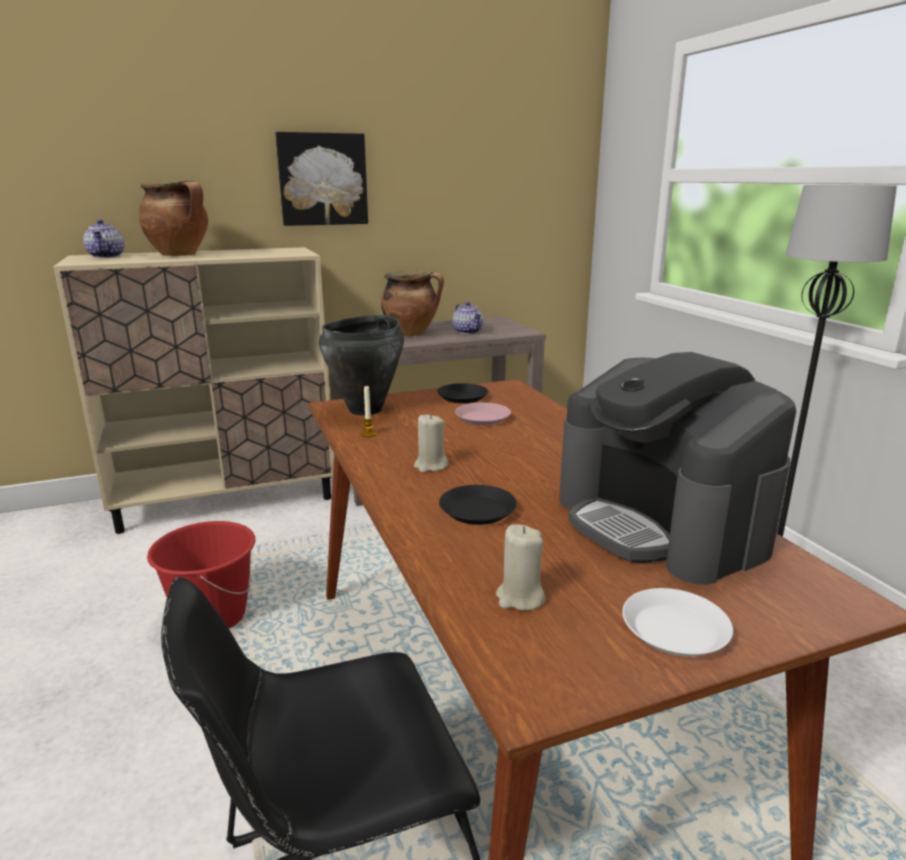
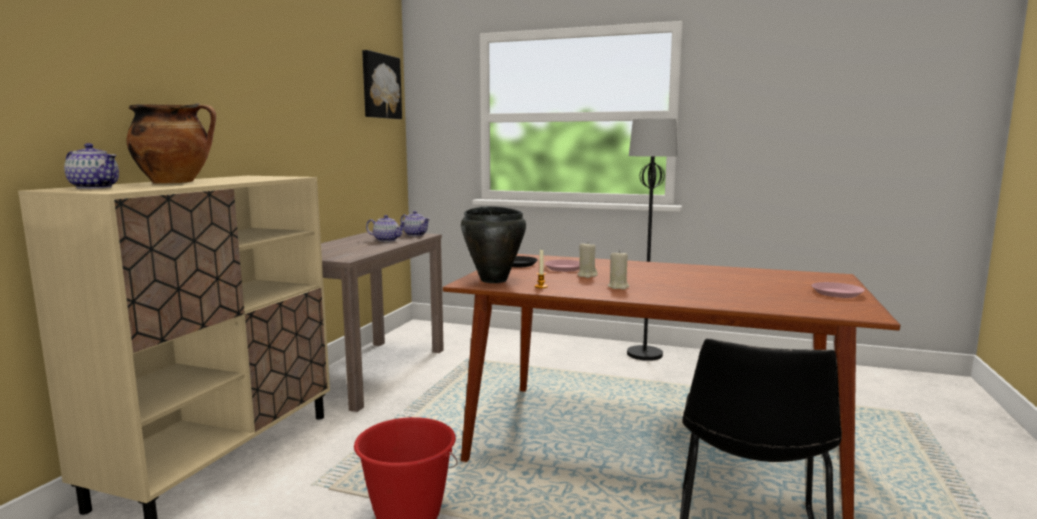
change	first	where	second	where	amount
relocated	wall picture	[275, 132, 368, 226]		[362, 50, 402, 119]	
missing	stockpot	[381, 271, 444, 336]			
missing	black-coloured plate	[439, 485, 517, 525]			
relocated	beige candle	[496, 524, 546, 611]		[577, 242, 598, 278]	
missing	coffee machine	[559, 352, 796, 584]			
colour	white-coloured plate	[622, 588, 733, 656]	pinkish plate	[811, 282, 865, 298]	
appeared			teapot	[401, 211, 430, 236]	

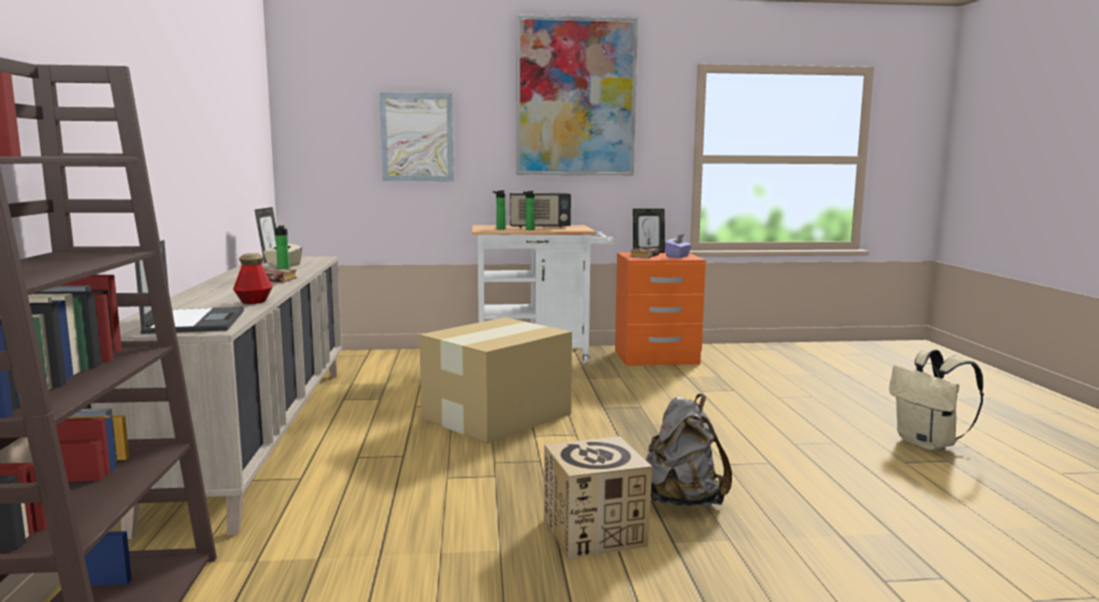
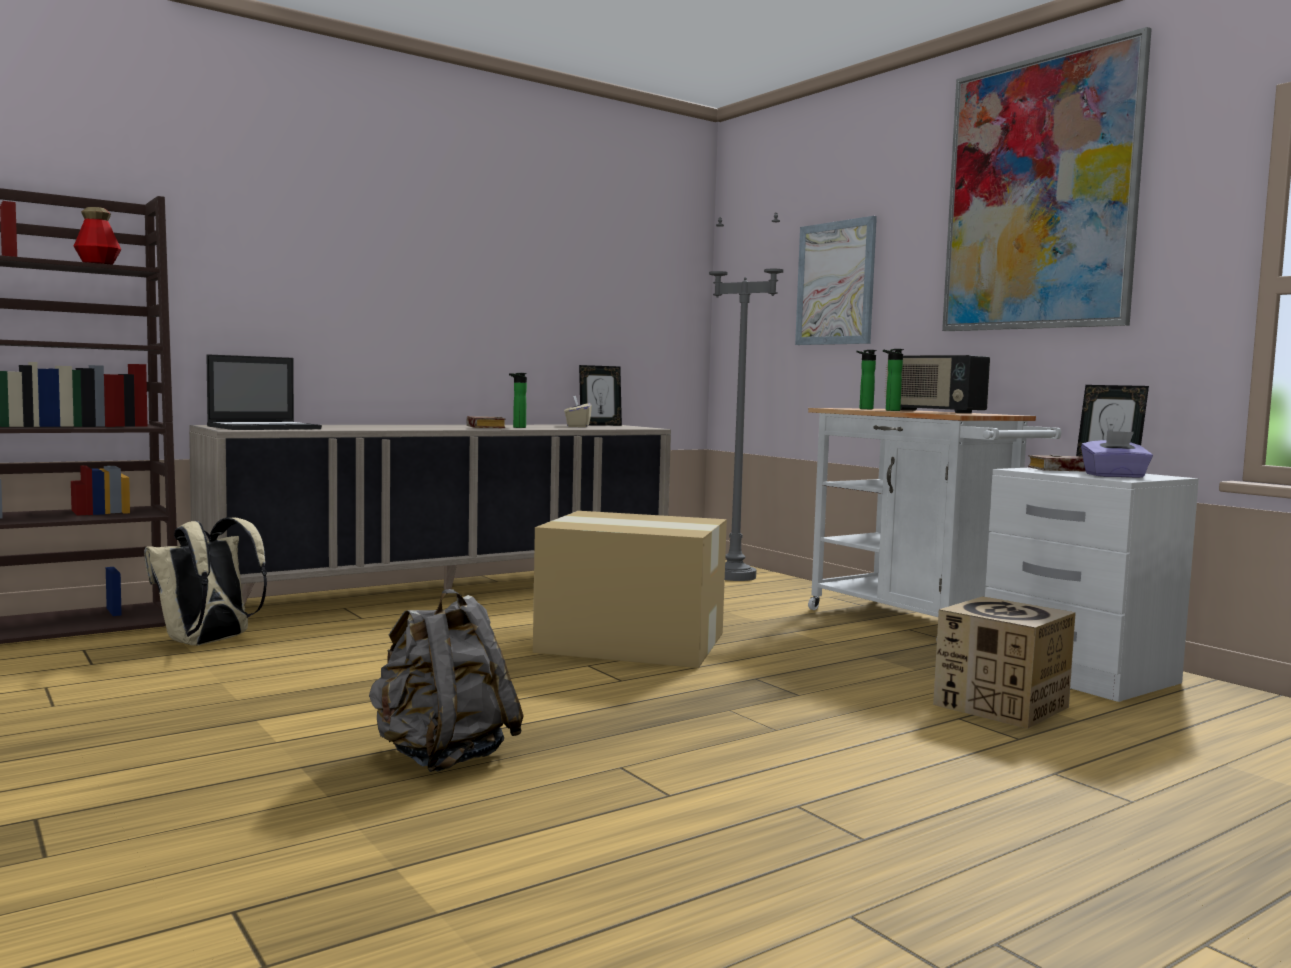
change	first	where	second	where	amount
relocated	bottle	[233, 253, 273, 304]		[74, 207, 121, 265]	
relocated	carton	[544, 436, 652, 559]		[933, 596, 1076, 729]	
colour	orange-coloured bedside table	[615, 252, 706, 366]	white-coloured bedside table	[985, 468, 1199, 702]	
relocated	beige backpack	[889, 349, 984, 451]		[144, 518, 267, 646]	
appeared			grey standard lamp	[709, 212, 784, 581]	

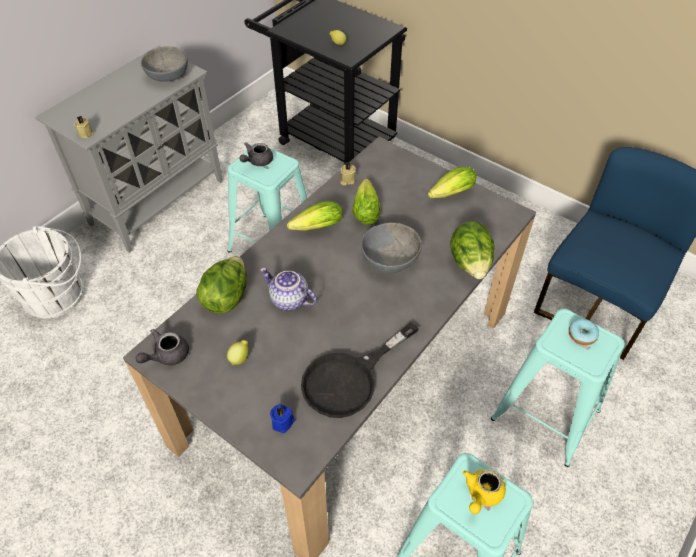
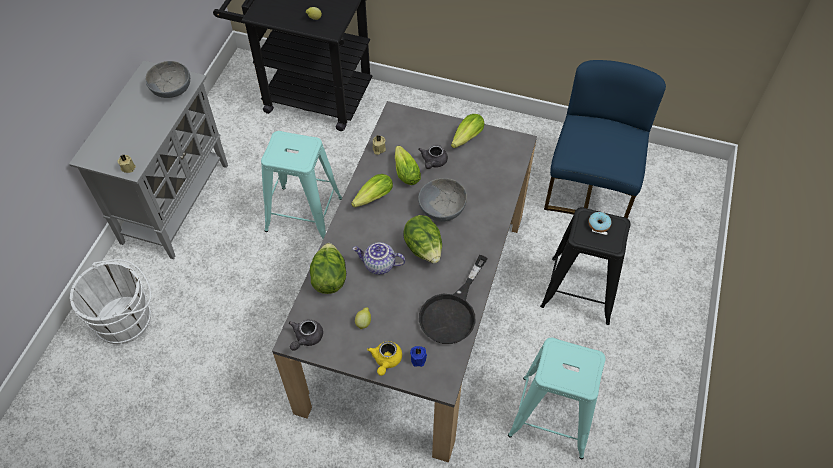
change	first	where	second	where	amount
relocated	grey teapot	[239, 142, 273, 166]		[418, 145, 448, 169]	
relocated	lettuce	[450, 221, 494, 279]		[403, 215, 442, 264]	
relocated	yellow teapot	[463, 469, 506, 514]		[367, 341, 402, 376]	
colour	turquoise-coloured sitting stool	[491, 309, 625, 467]	black-coloured sitting stool	[540, 207, 631, 325]	

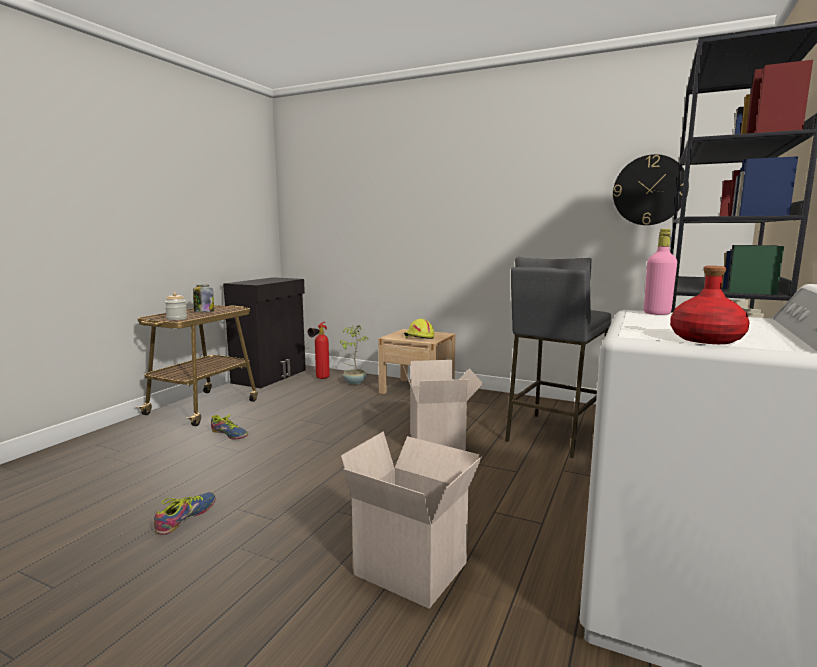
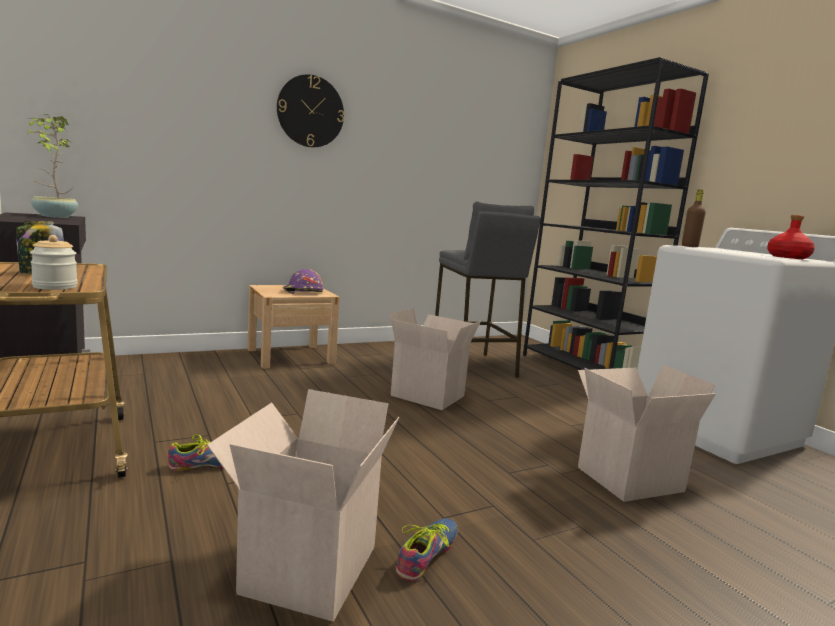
change	first	where	second	where	amount
spun	item of footwear	[154, 492, 216, 535]		[396, 518, 458, 581]	60 degrees clockwise
missing	fire-fighting cylinder	[308, 322, 330, 379]			
relocated	potted plant	[340, 326, 368, 384]		[27, 114, 78, 218]	
colour	yellow safety helmet	[404, 319, 434, 339]	purplish safety helmet	[282, 269, 323, 294]	
relocated	wall clock	[613, 154, 689, 225]		[277, 74, 344, 147]	
colour	pinkish bottle	[644, 229, 677, 315]	brownish bottle	[682, 189, 706, 247]	
appeared			carton	[207, 389, 399, 622]	

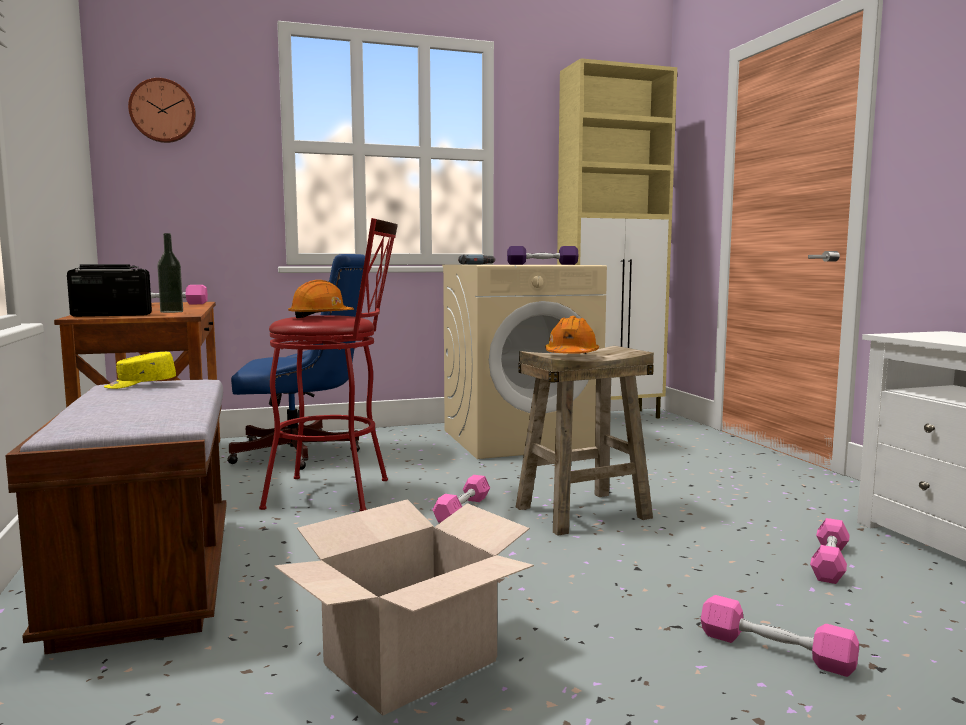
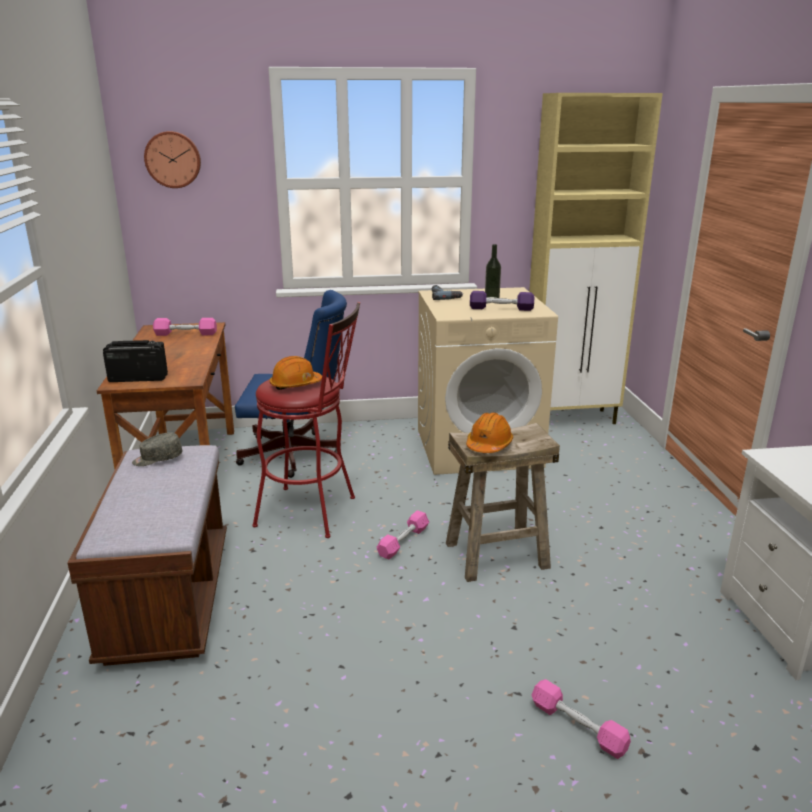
change	first	where	second	where	amount
colour	yellow cap	[104, 352, 176, 389]	grey cap	[132, 432, 182, 466]	
relocated	bottle	[157, 233, 183, 313]		[485, 244, 501, 299]	
missing	carton	[274, 499, 534, 716]			
missing	pinkish dumbbell	[810, 518, 850, 584]			

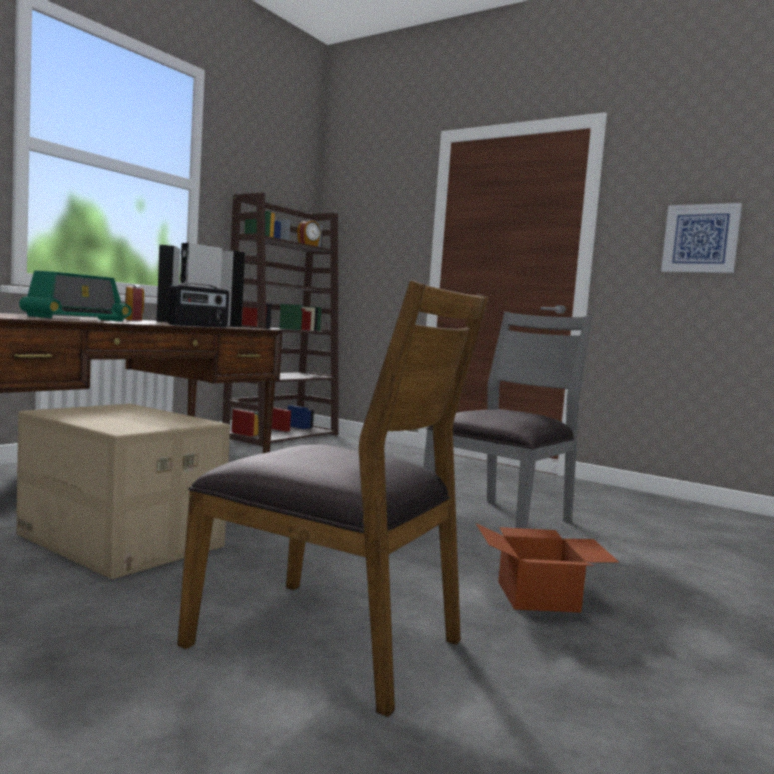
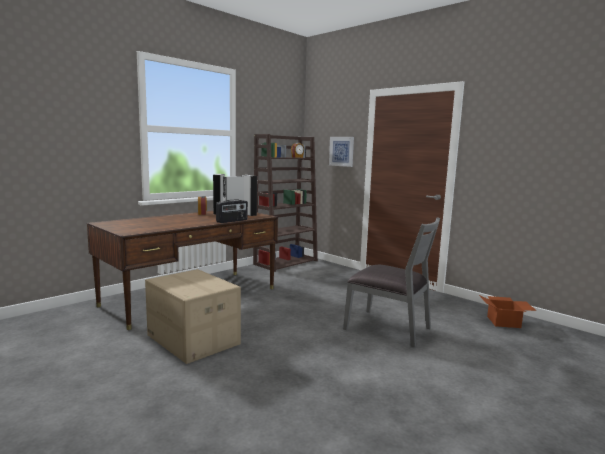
change	first	where	second	where	amount
missing	radio	[19, 270, 132, 322]			
missing	brownish upright chair	[177, 280, 489, 717]			
spun	grey upright chair	[423, 312, 592, 529]		[343, 217, 440, 348]	75 degrees clockwise
relocated	carton	[475, 523, 619, 613]		[479, 295, 537, 328]	
relocated	wall picture	[661, 203, 742, 273]		[329, 137, 354, 167]	

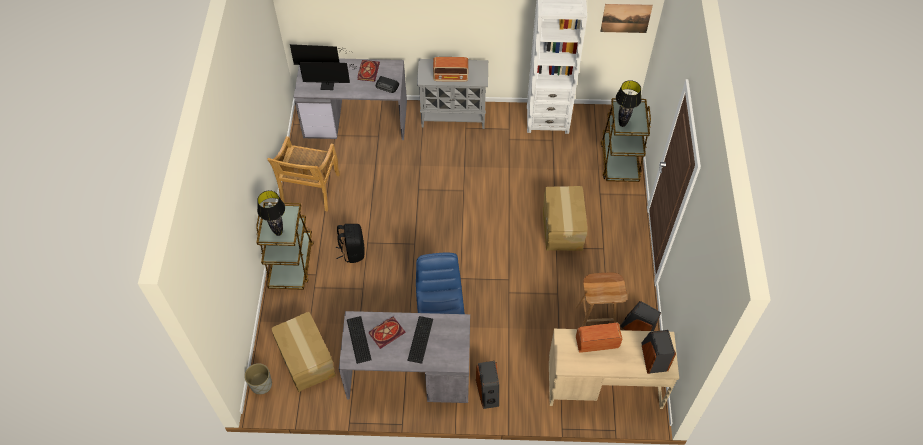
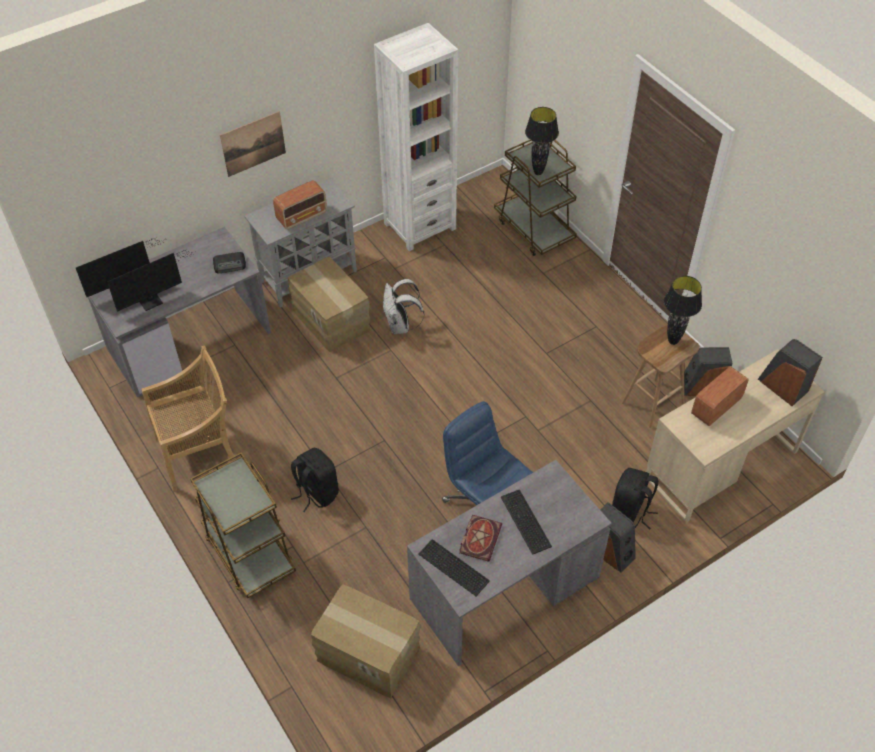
change	first	where	second	where	amount
missing	grey flower pot	[244, 363, 272, 394]			
relocated	black-coloured tabletop lamp	[257, 191, 285, 236]		[664, 276, 702, 345]	
spun	beige upright chair	[267, 136, 340, 211]		[142, 346, 236, 492]	90 degrees counterclockwise
missing	book	[358, 60, 380, 82]			
relocated	carton	[543, 186, 587, 251]		[288, 257, 371, 352]	
relocated	wall picture	[600, 4, 653, 33]		[220, 111, 286, 177]	
appeared			white-coloured backpack	[383, 279, 424, 334]	
appeared			black-coloured backpack	[612, 468, 659, 529]	

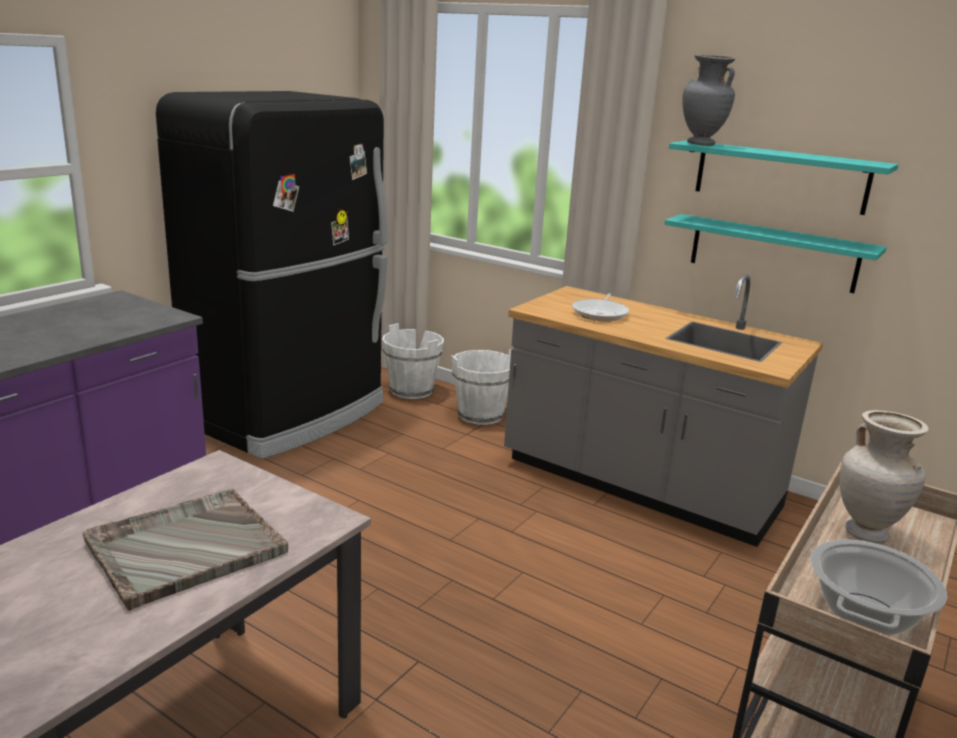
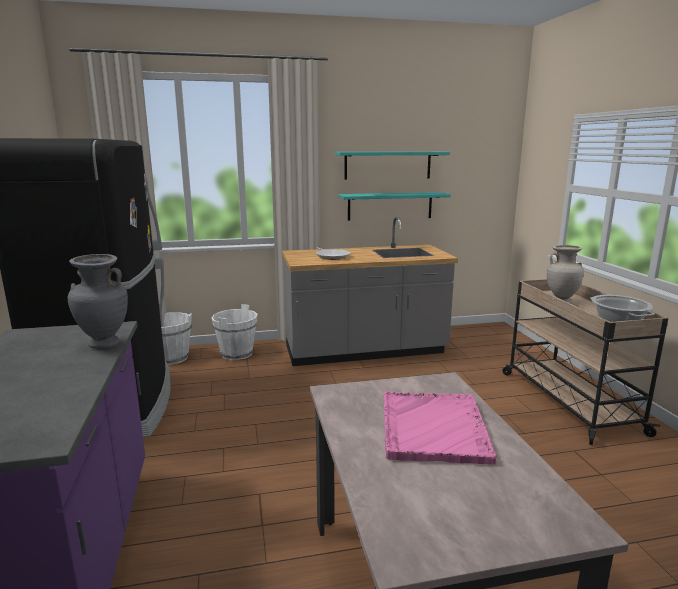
change	first	where	second	where	amount
colour	grey carrying tray	[83, 489, 288, 611]	pinkish carrying tray	[383, 392, 497, 464]	
relocated	grey vase	[682, 55, 736, 146]		[68, 254, 128, 349]	

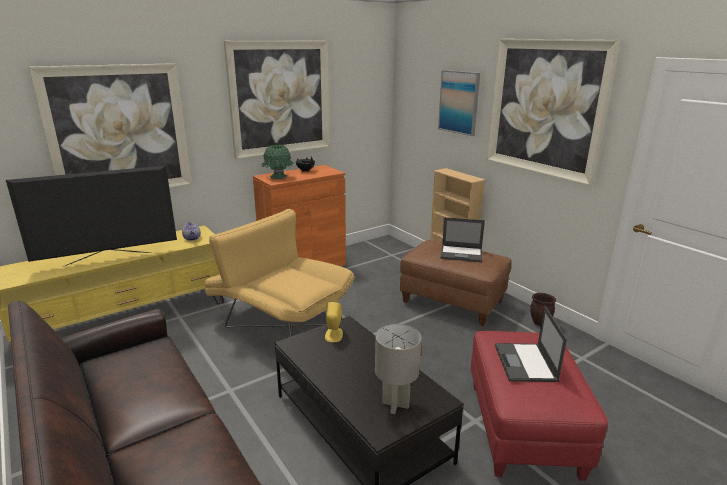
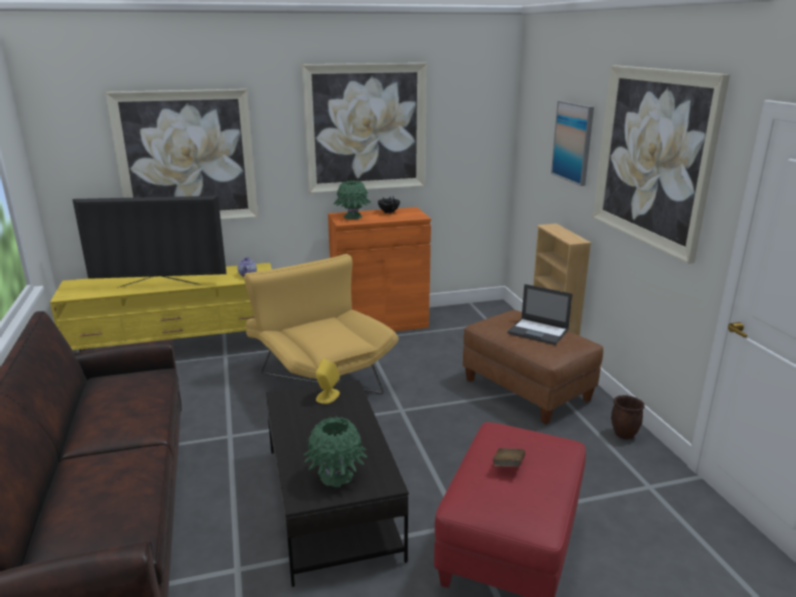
change	first	where	second	where	amount
exchanged	grey tabletop lamp	[375, 324, 422, 414]	green vase	[304, 416, 368, 487]	
exchanged	laptop	[495, 306, 567, 382]	brownish book	[492, 448, 525, 467]	

